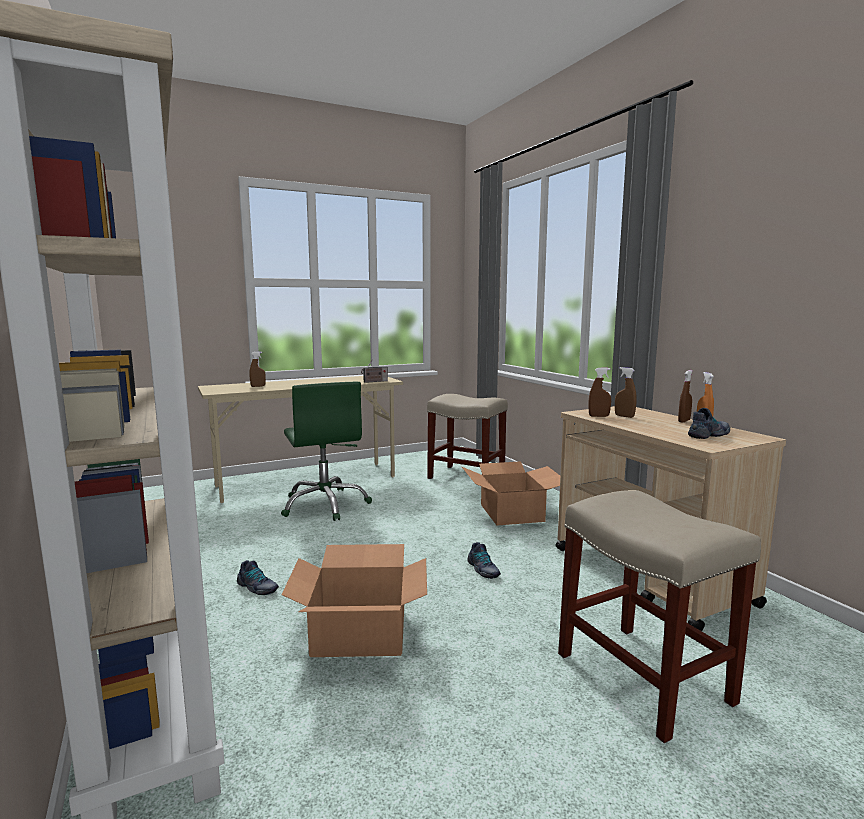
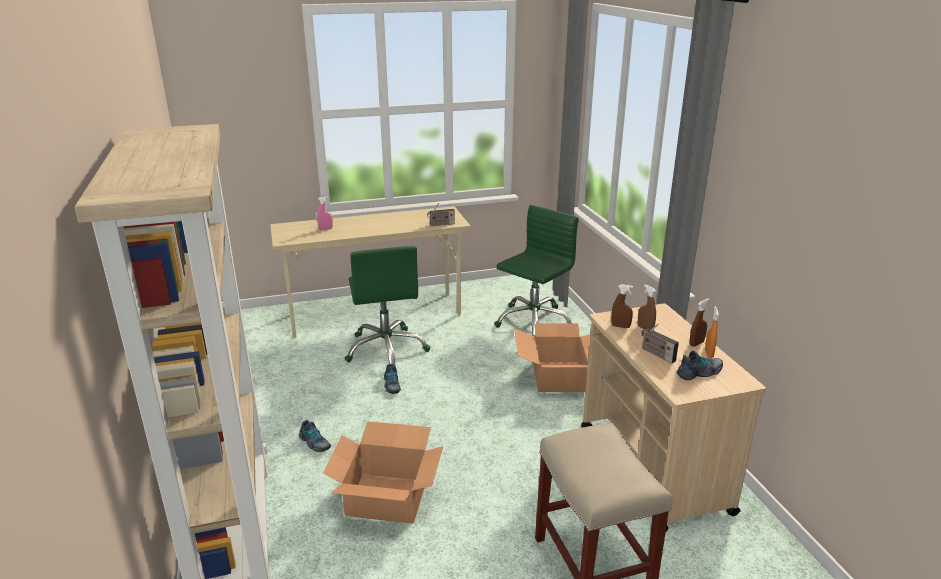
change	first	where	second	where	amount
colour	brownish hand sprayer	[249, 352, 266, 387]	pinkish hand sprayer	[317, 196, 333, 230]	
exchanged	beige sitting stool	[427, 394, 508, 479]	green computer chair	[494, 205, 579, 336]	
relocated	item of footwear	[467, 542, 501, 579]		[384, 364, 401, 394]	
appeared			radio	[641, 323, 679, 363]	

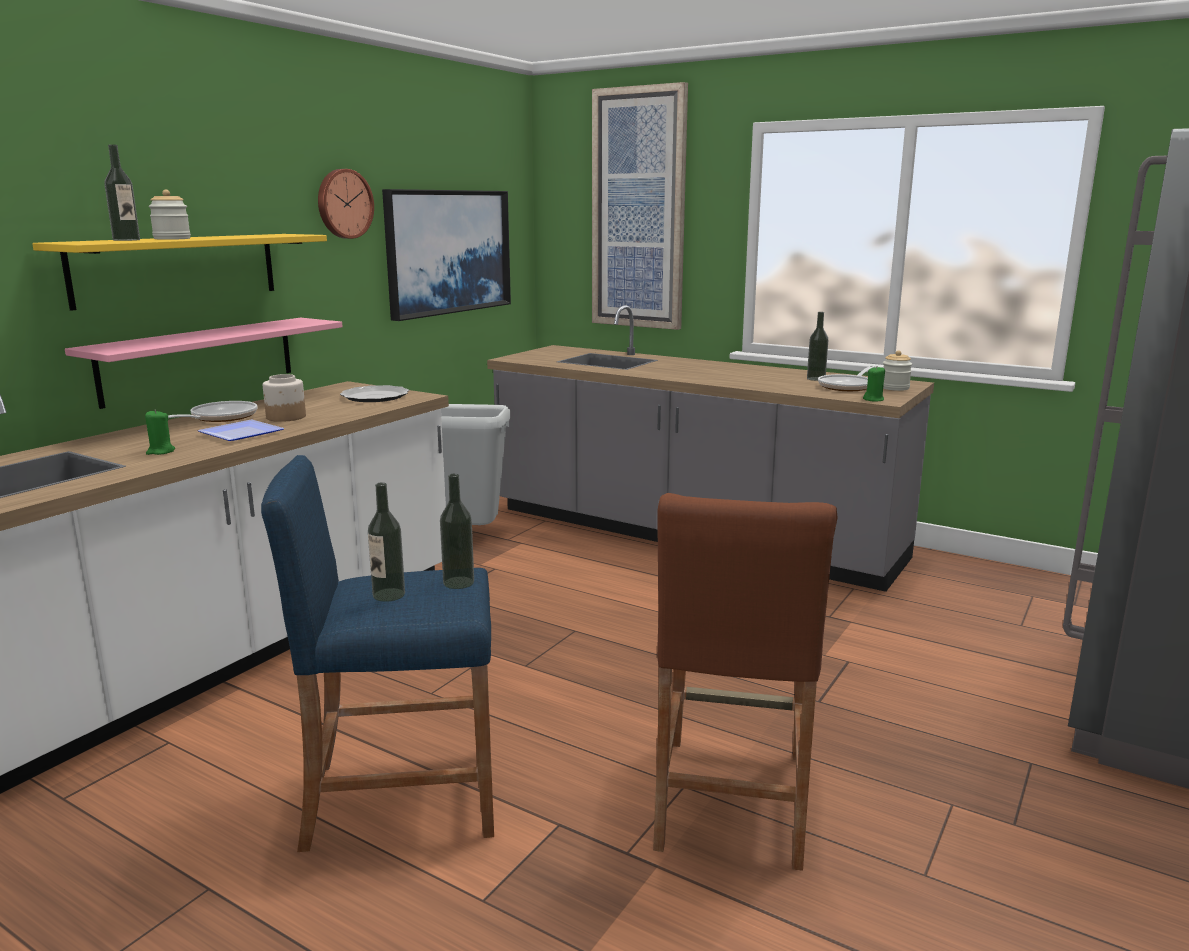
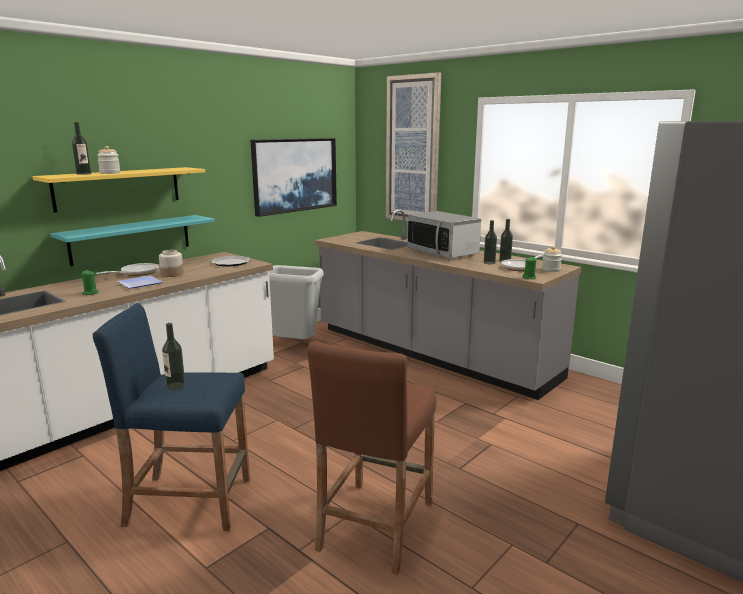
change	first	where	second	where	amount
colour	pinkish shelf	[65, 318, 343, 409]	turquoise-coloured shelf	[50, 215, 215, 266]	
missing	wall clock	[318, 169, 374, 239]			
relocated	bottle	[440, 474, 474, 589]		[484, 220, 497, 264]	
appeared			microwave oven	[407, 211, 481, 258]	

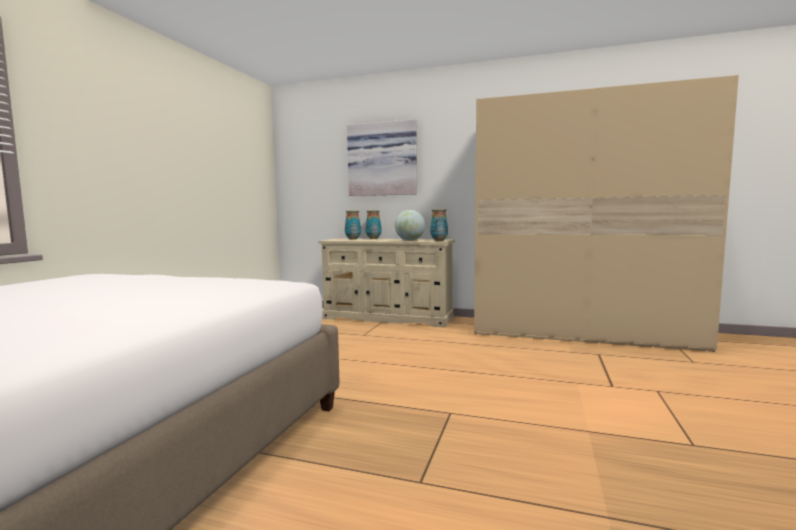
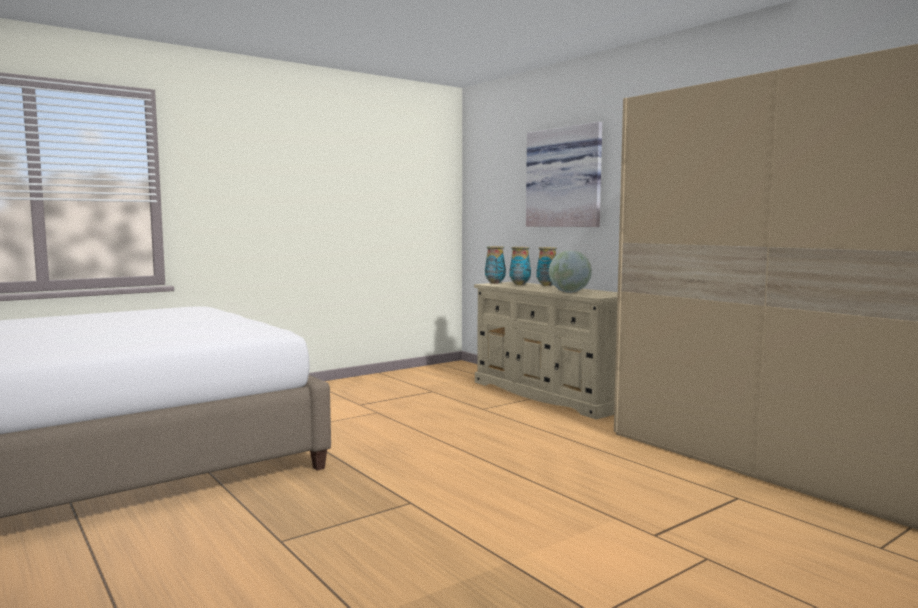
change	first	where	second	where	amount
relocated	vase	[430, 209, 448, 241]		[485, 246, 506, 284]	

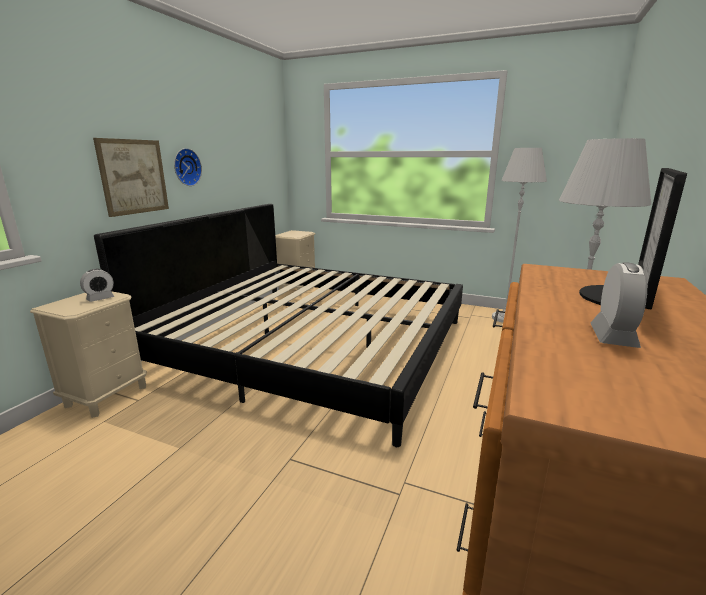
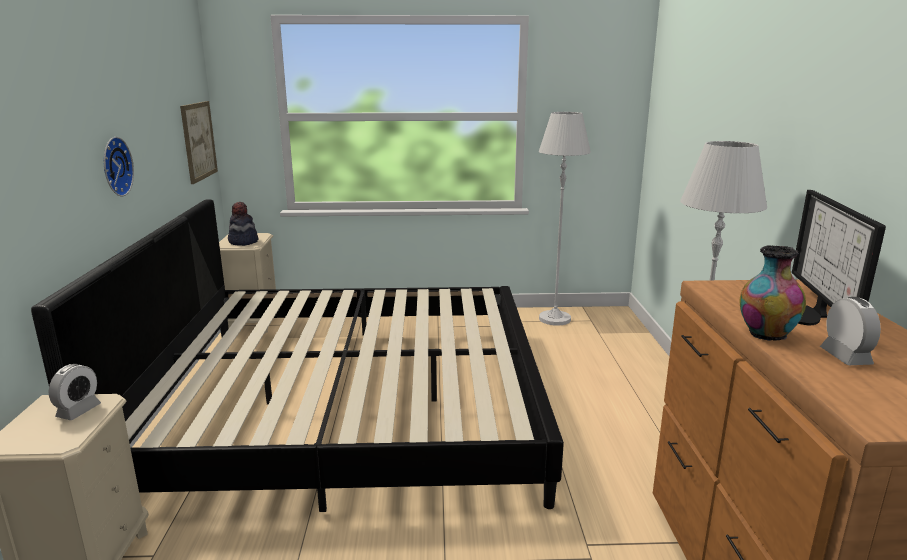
change	first	where	second	where	amount
relocated	wall picture	[93, 138, 169, 217]		[180, 101, 218, 184]	
appeared			hat	[228, 202, 258, 246]	
appeared			vase	[739, 246, 806, 341]	

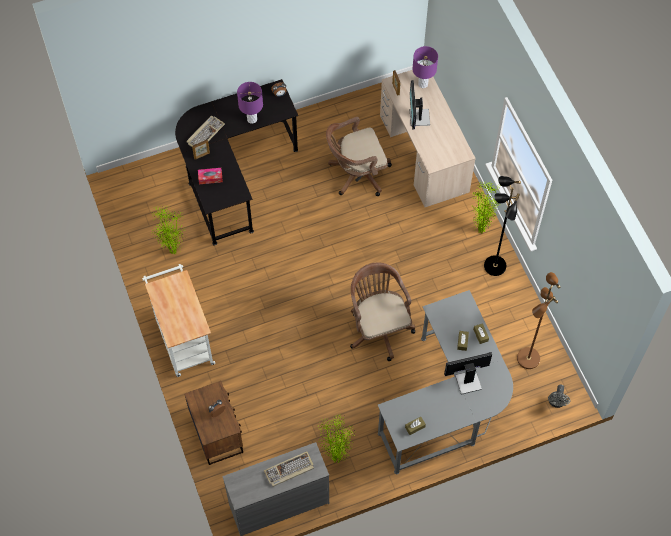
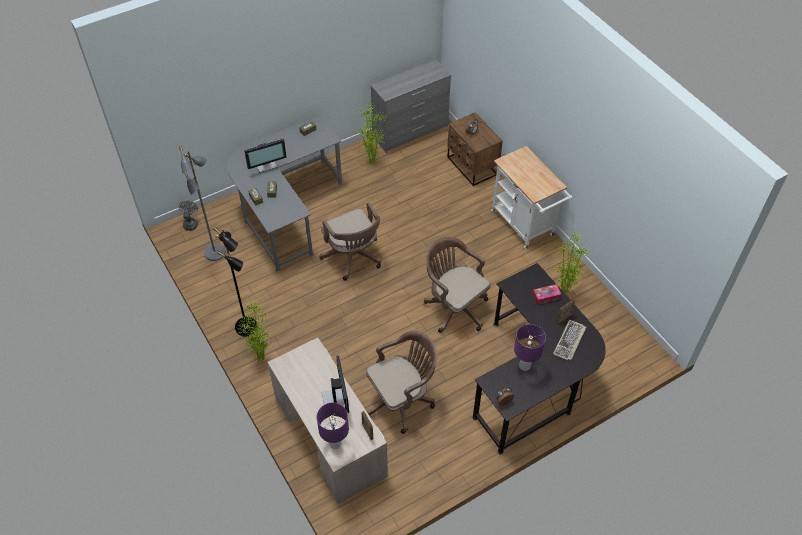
change	first	where	second	where	amount
missing	PC keyboard	[264, 451, 314, 487]			
colour	brownish standard lamp	[517, 272, 560, 369]	grey standard lamp	[179, 146, 225, 261]	
appeared			brownish computer chair	[424, 237, 490, 333]	

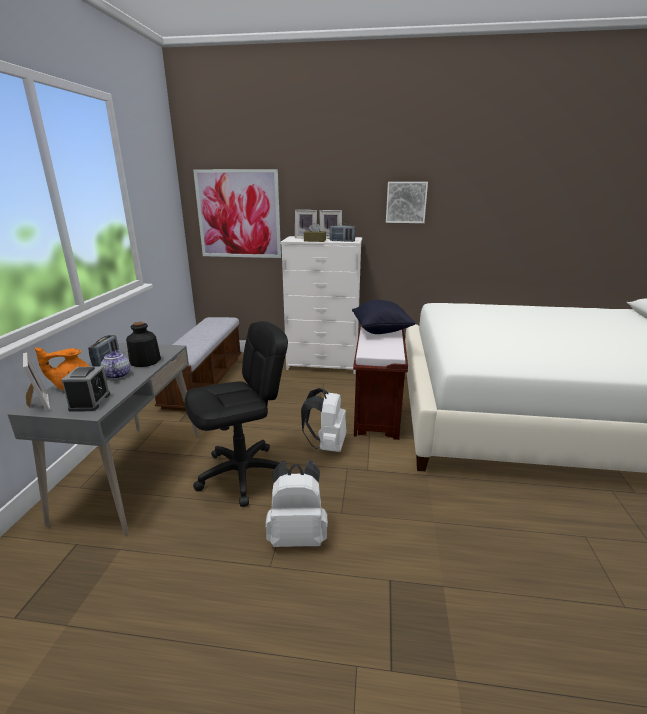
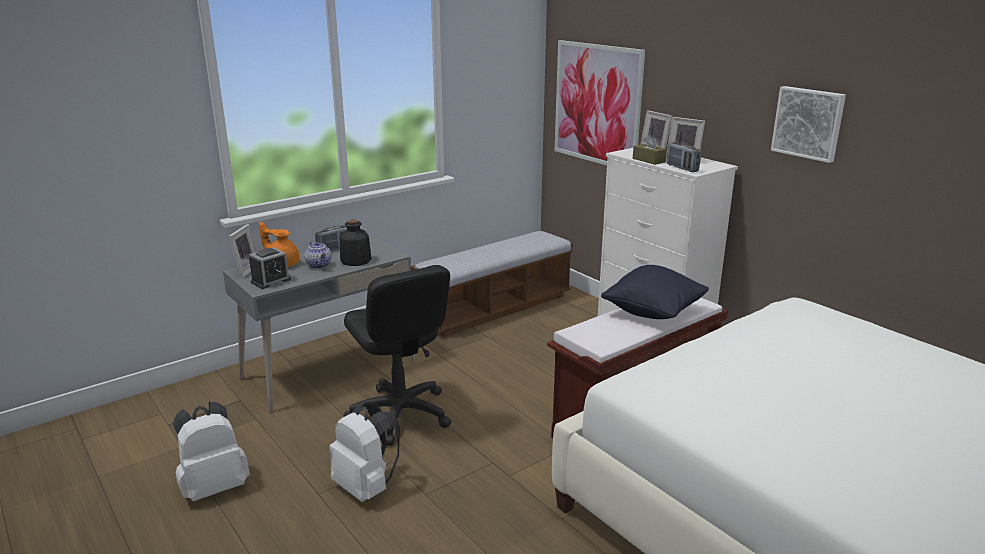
change	first	where	second	where	amount
spun	teapot	[100, 350, 130, 379]		[305, 241, 332, 269]	120 degrees clockwise
spun	black-coloured computer chair	[184, 321, 289, 507]		[344, 265, 451, 446]	45 degrees clockwise
relocated	white-coloured backpack	[301, 388, 347, 452]		[172, 402, 250, 501]	

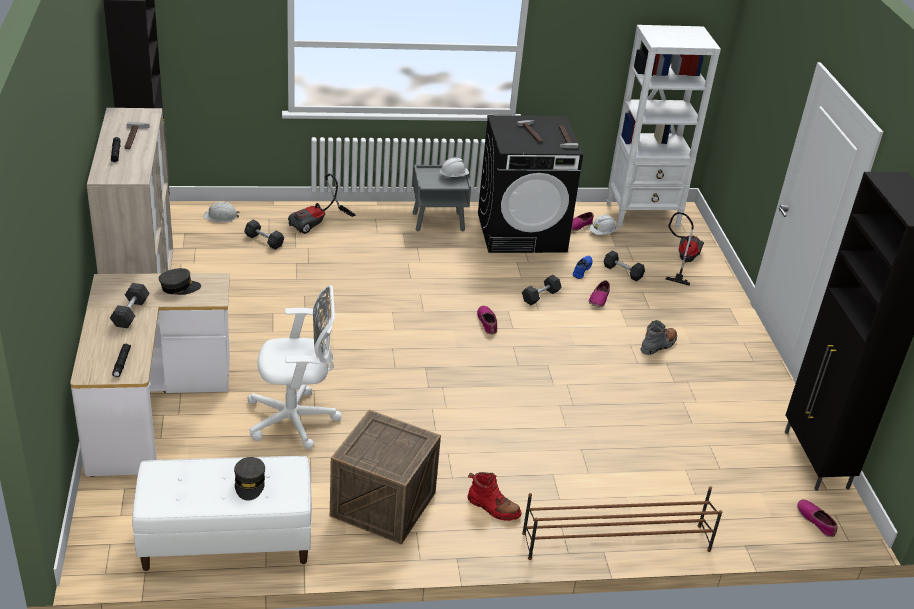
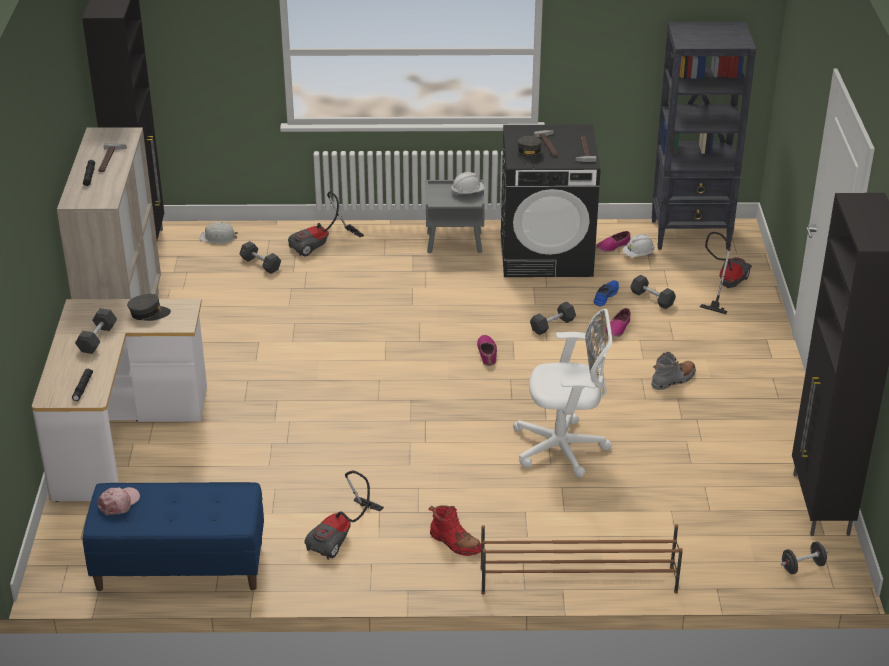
change	first	where	second	where	amount
colour	white-coloured bench	[132, 456, 312, 571]	bluish bench	[83, 482, 264, 591]	
relocated	grey cap	[234, 457, 265, 500]		[518, 135, 542, 163]	
relocated	white-coloured computer chair	[248, 285, 342, 449]		[513, 309, 612, 478]	
exchanged	crate	[330, 410, 441, 545]	vacuum	[304, 470, 384, 560]	
colour	white-coloured bookshelf	[607, 25, 721, 229]	black-coloured bookshelf	[651, 22, 756, 250]	
exchanged	item of footwear	[797, 500, 837, 537]	black-coloured dumbbell	[781, 542, 828, 574]	
appeared			pinkish cap	[98, 487, 140, 515]	

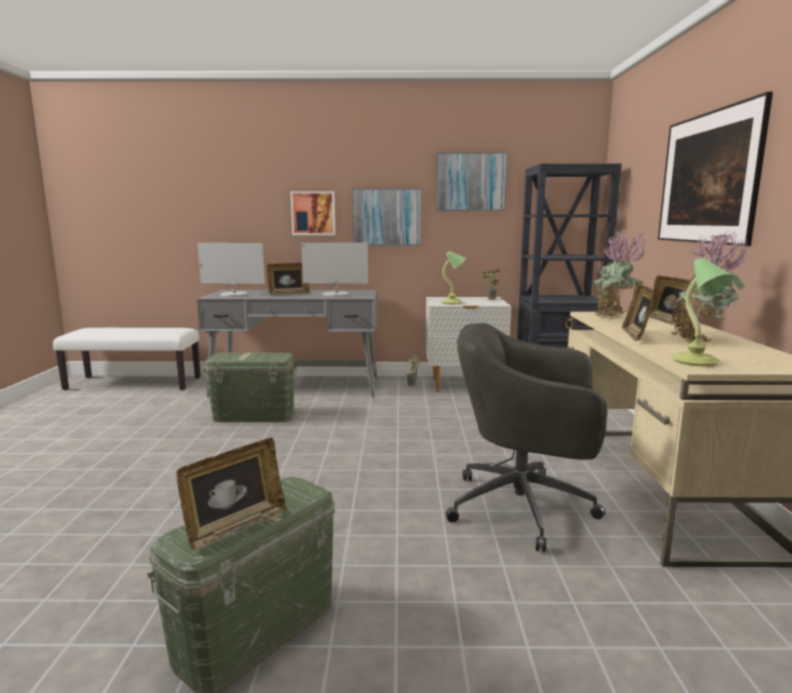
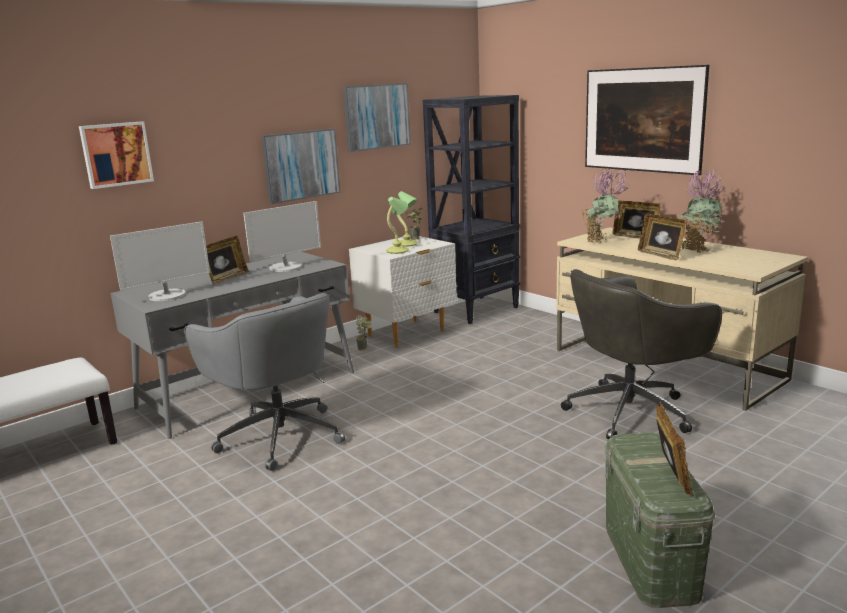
change	first	where	second	where	amount
exchanged	green storage container	[203, 353, 297, 422]	grey computer chair	[184, 293, 345, 471]	
relocated	wall picture	[290, 191, 336, 235]		[79, 121, 154, 189]	
relocated	tabletop lamp	[671, 257, 734, 366]		[397, 191, 418, 247]	

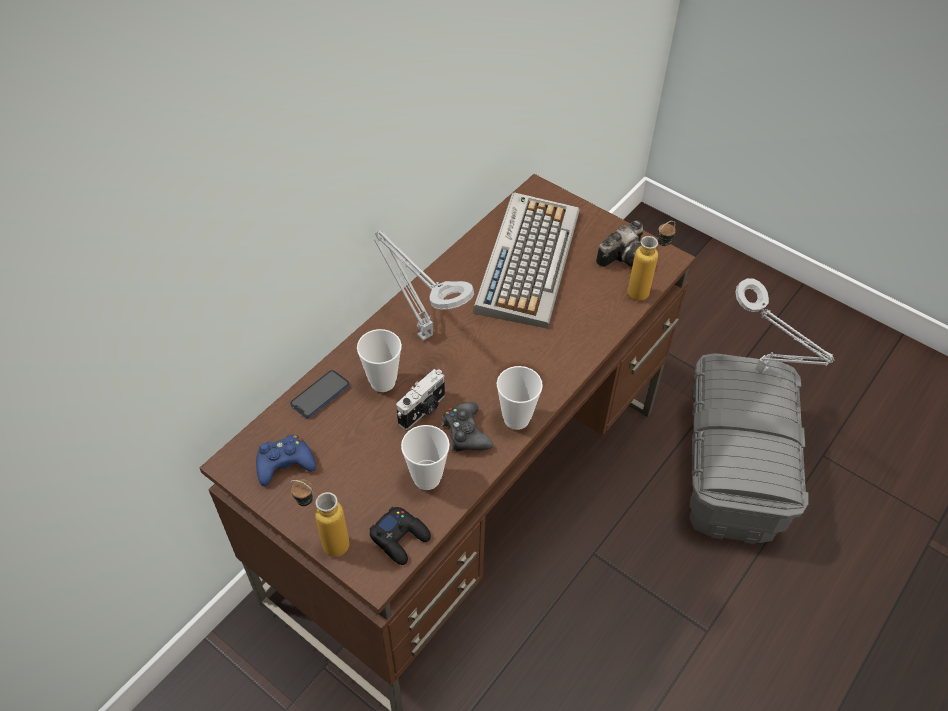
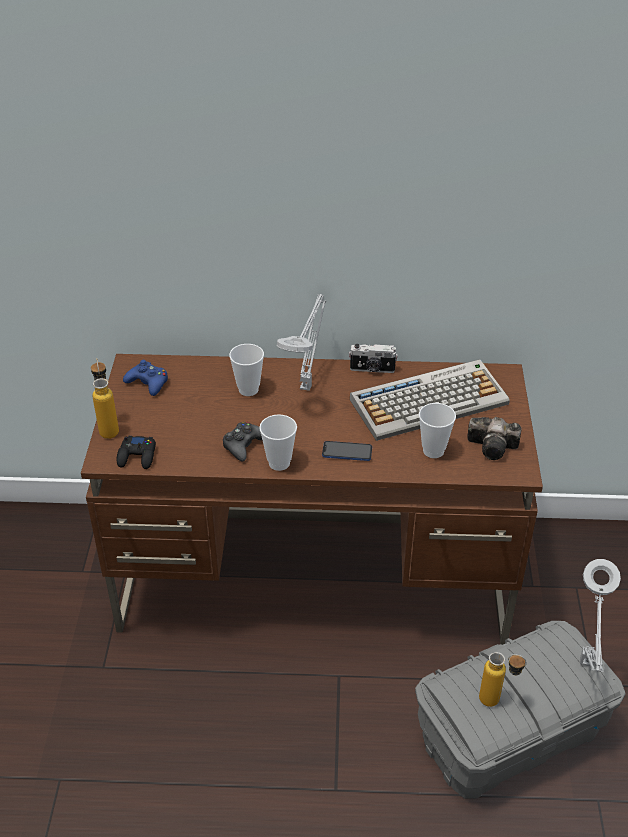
change	first	where	second	where	amount
relocated	phone	[290, 370, 350, 418]		[322, 441, 372, 461]	
relocated	still camera	[396, 369, 445, 430]		[349, 344, 398, 373]	
relocated	cup	[401, 425, 450, 490]		[419, 403, 456, 458]	
relocated	bottle	[628, 221, 676, 301]		[479, 652, 527, 707]	

